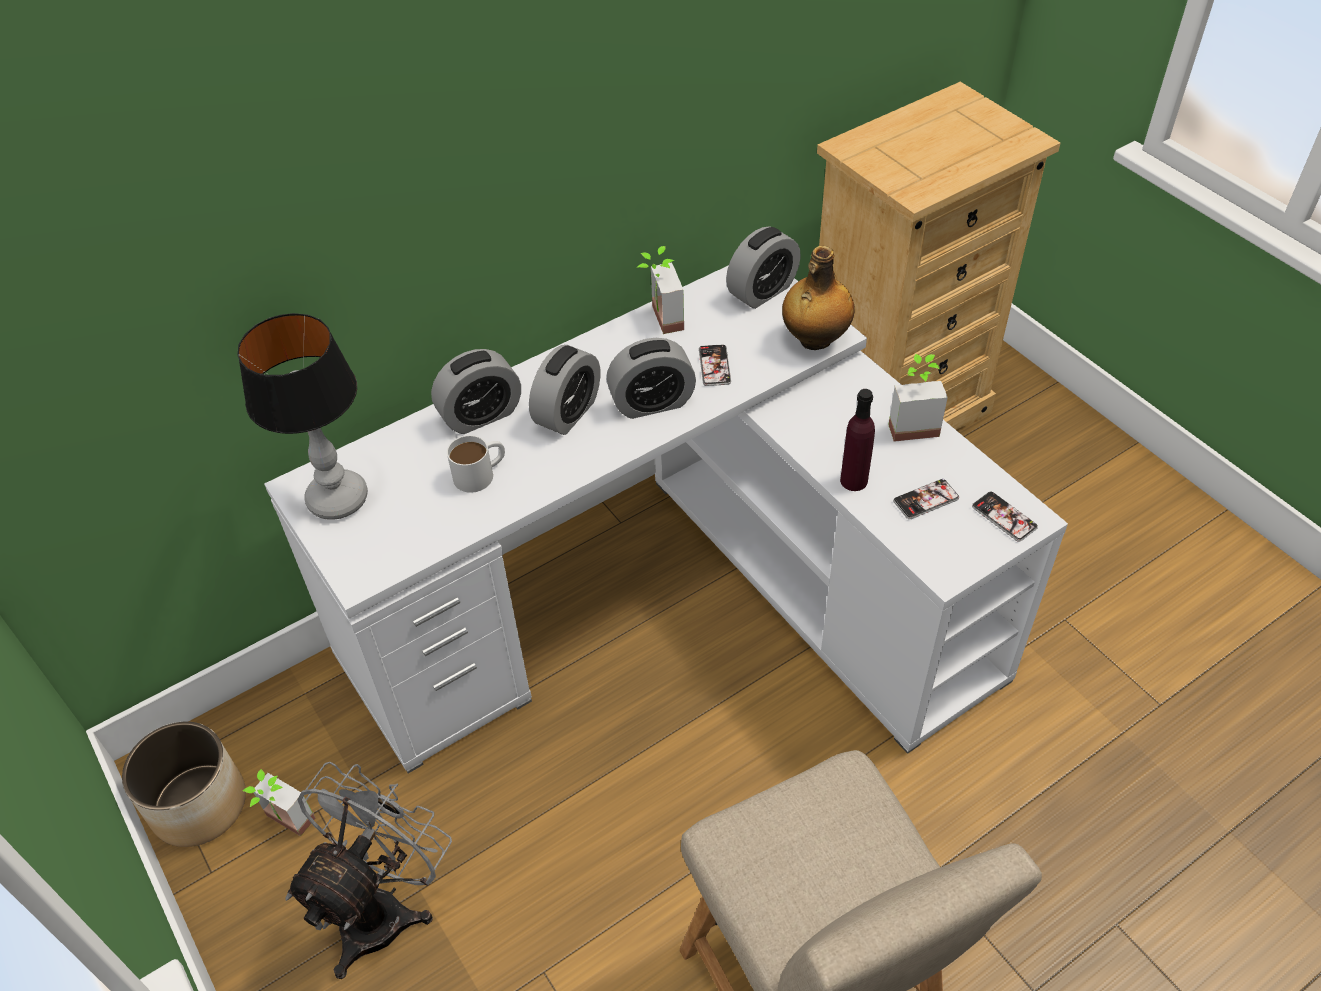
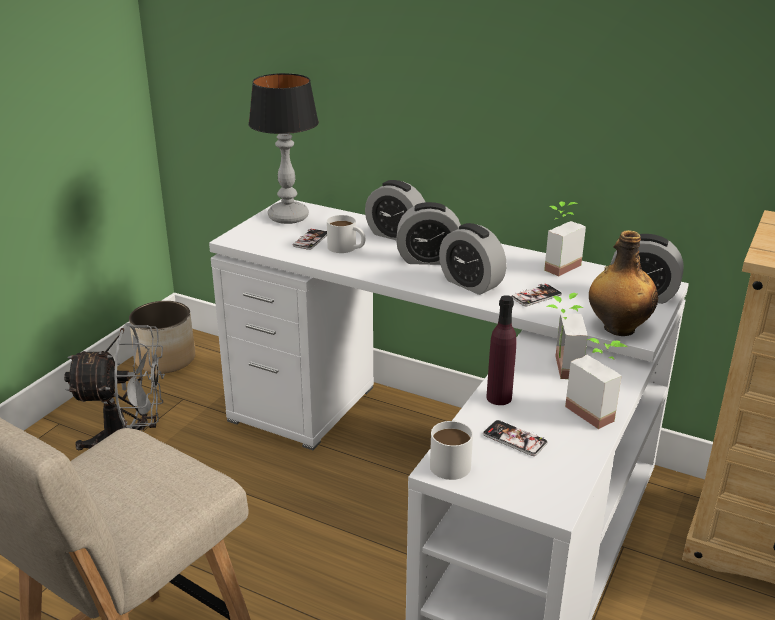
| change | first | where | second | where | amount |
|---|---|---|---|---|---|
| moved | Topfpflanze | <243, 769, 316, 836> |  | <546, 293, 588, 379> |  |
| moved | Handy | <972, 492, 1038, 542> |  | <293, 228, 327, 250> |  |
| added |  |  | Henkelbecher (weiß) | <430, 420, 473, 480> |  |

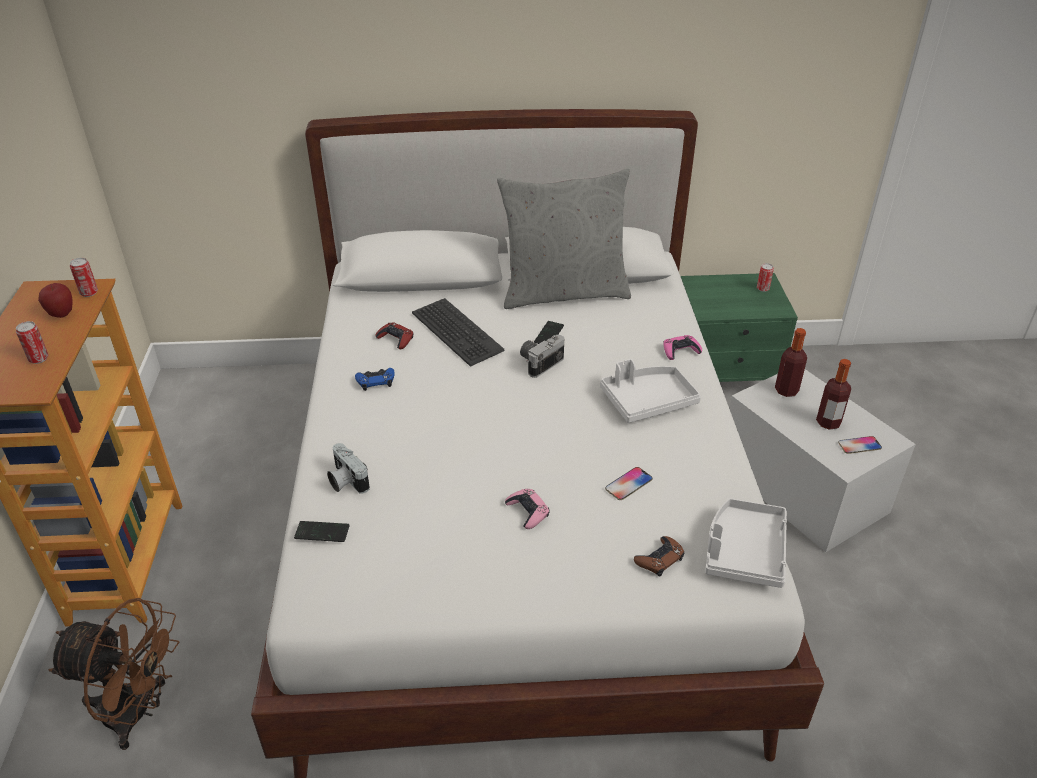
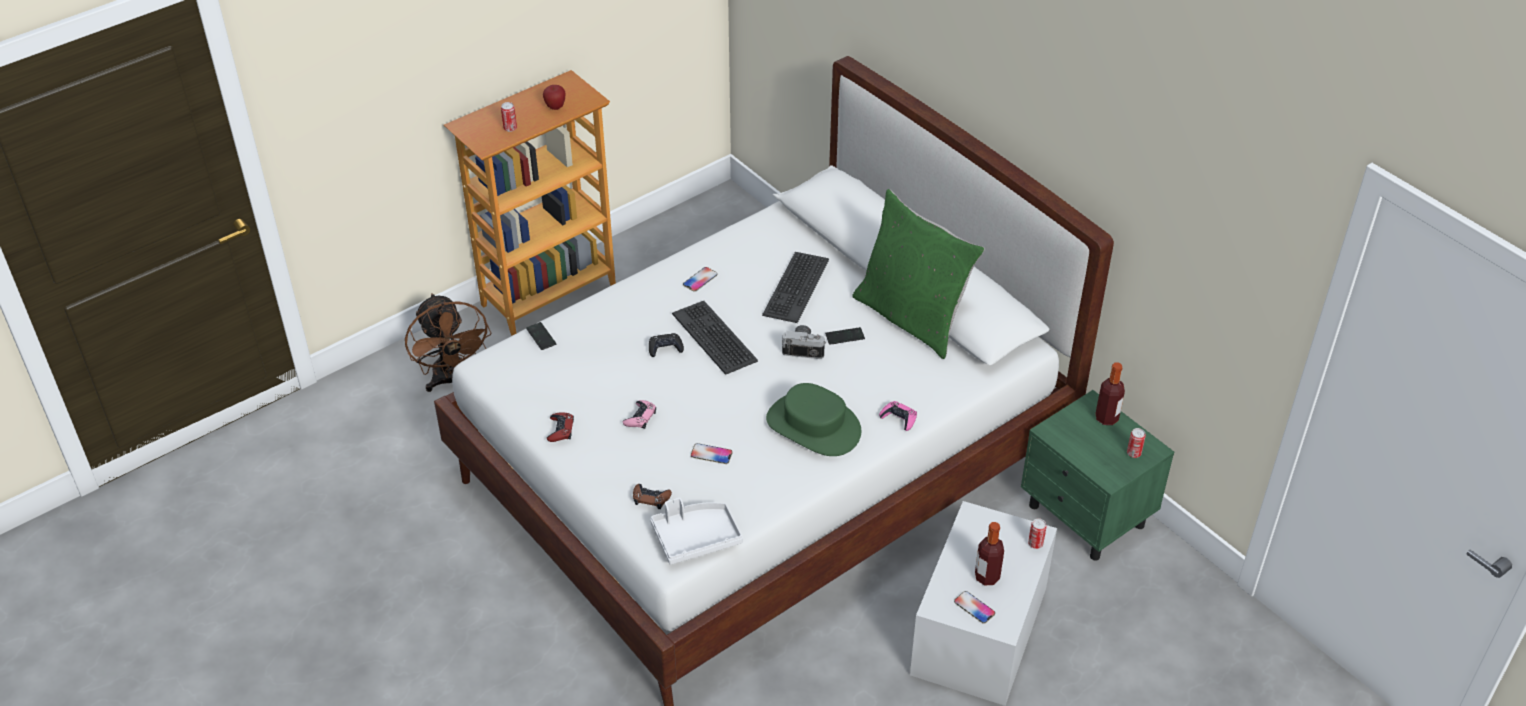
| change | first | where | second | where | amount |
|---|---|---|---|---|---|
| moved | Dose | <70, 258, 98, 297> |  | <1028, 518, 1047, 549> |  |
| removed | Kamera | <327, 443, 370, 494> |  |  |  |
| replaced | Gamepad (blau) | <355, 368, 395, 391> | Handy | <683, 267, 717, 292> |  |
| moved | Gamepad (rot) | <375, 322, 413, 349> |  | <547, 412, 574, 442> |  |
| recoloured | Kissen (grau) | <497, 168, 631, 309> | Kissen (grün) | <852, 189, 985, 359> |  |
| replaced | Tablett (weiß) | <600, 359, 701, 423> | Hut (grün) | <766, 383, 861, 456> |  |
| moved | Flasche | <775, 328, 807, 397> |  | <1096, 362, 1125, 425> |  |
| added |  |  | Gamepad (schwarz) | <649, 333, 684, 357> |  |
| added |  |  | Tastatur | <672, 301, 758, 375> |  |

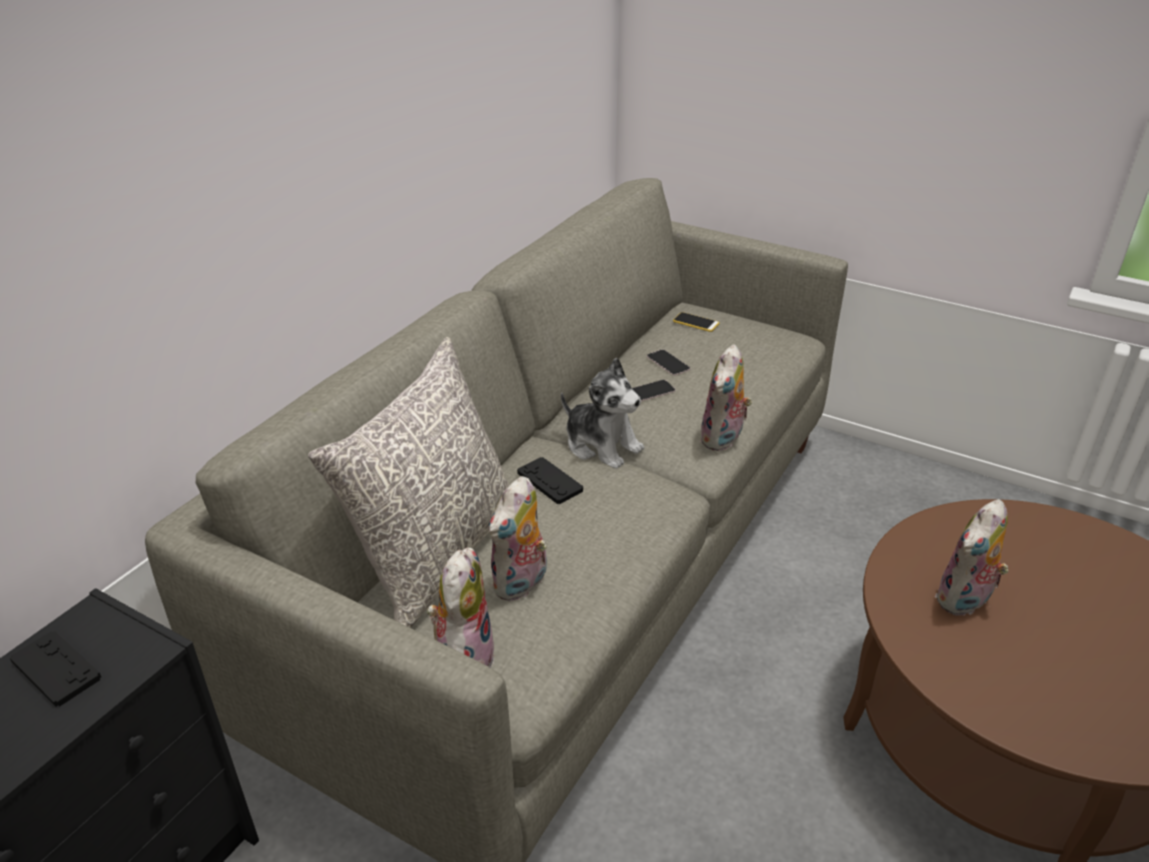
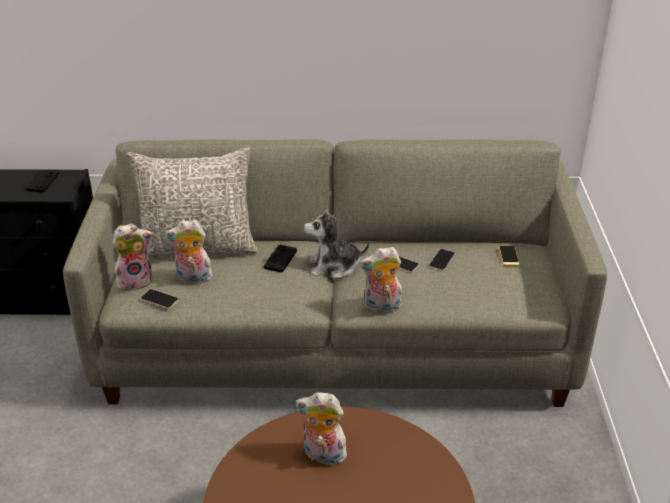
| change | first | where | second | where | amount |
|---|---|---|---|---|---|
| turned | Plüschtier | <561, 358, 644, 469> |  | <304, 206, 370, 279> | 75 degrees clockwise |
| added |  |  | Handy | <141, 289, 179, 309> |  |

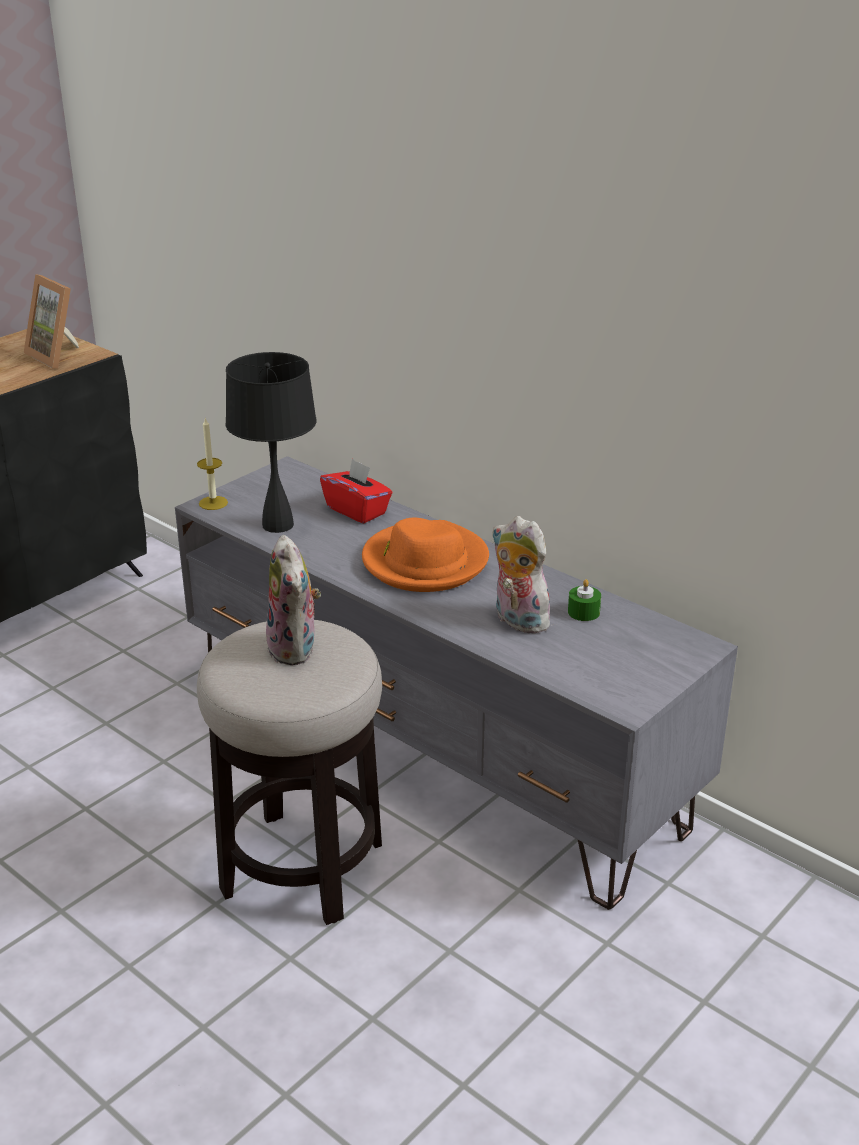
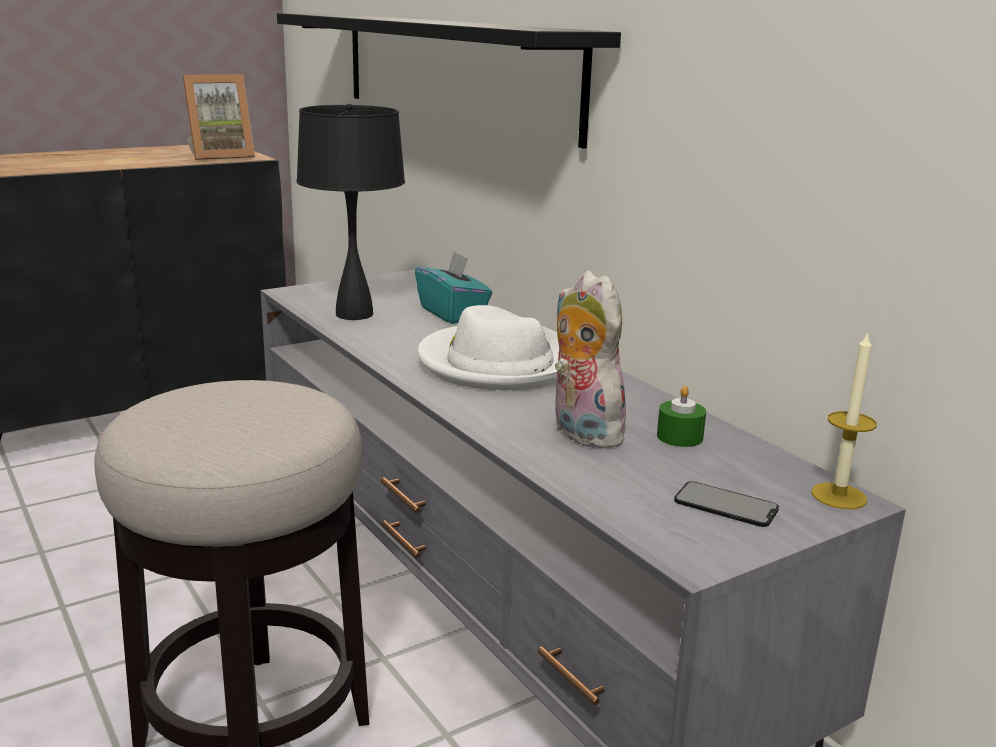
| change | first | where | second | where | amount |
|---|---|---|---|---|---|
| turned | Bilderrahmen | <24, 274, 79, 369> |  | <183, 74, 255, 160> | 90 degrees counterclockwise |
| moved | Kerze | <197, 418, 228, 510> |  | <811, 331, 877, 509> |  |
| removed | Plüschtier | <266, 535, 321, 665> |  |  |  |
| recoloured | Taschentuchbox (rot) | <320, 459, 393, 523> | Taschentuchbox (türkis) | <415, 251, 492, 324> |  |
| recoloured | Hut (orange) | <362, 517, 489, 592> | Hut (weiß) | <417, 305, 559, 391> |  |
| added |  |  | Wandregal (schwarz) | <277, 13, 621, 149> |  |
| added |  |  | Handy | <674, 481, 779, 527> |  |

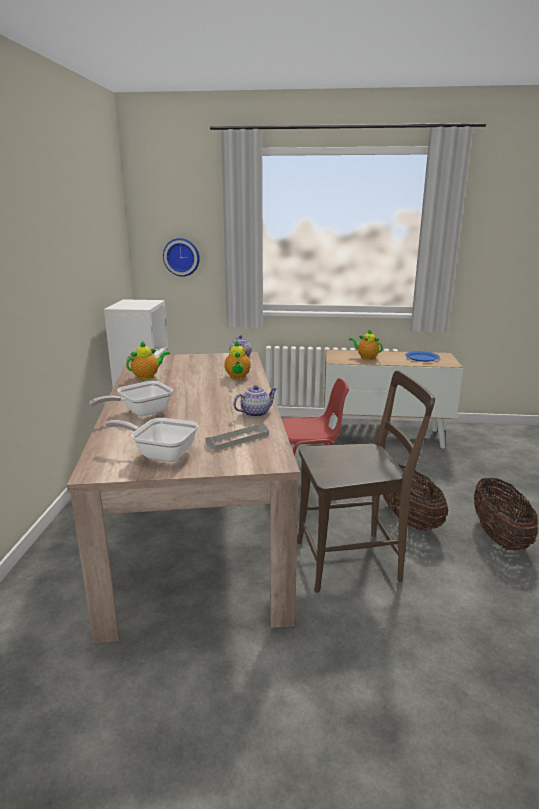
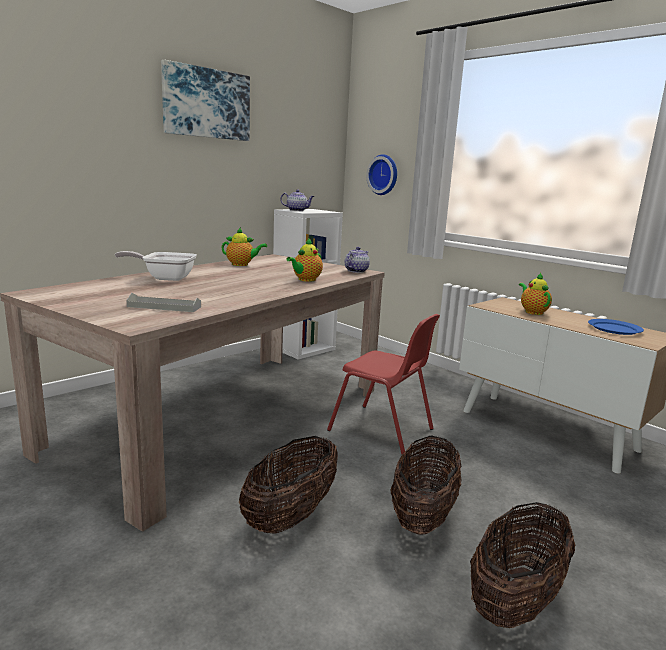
| change | first | where | second | where | amount |
|---|---|---|---|---|---|
| removed | Pfanne | <105, 418, 199, 462> |  |  |  |
| moved | Teekanne | <233, 385, 277, 417> |  | <280, 190, 314, 211> |  |
| replaced | Stuhl (braun) | <297, 370, 435, 593> | Korb | <239, 436, 338, 534> |  |
| added |  |  | Bild | <161, 60, 250, 141> |  |

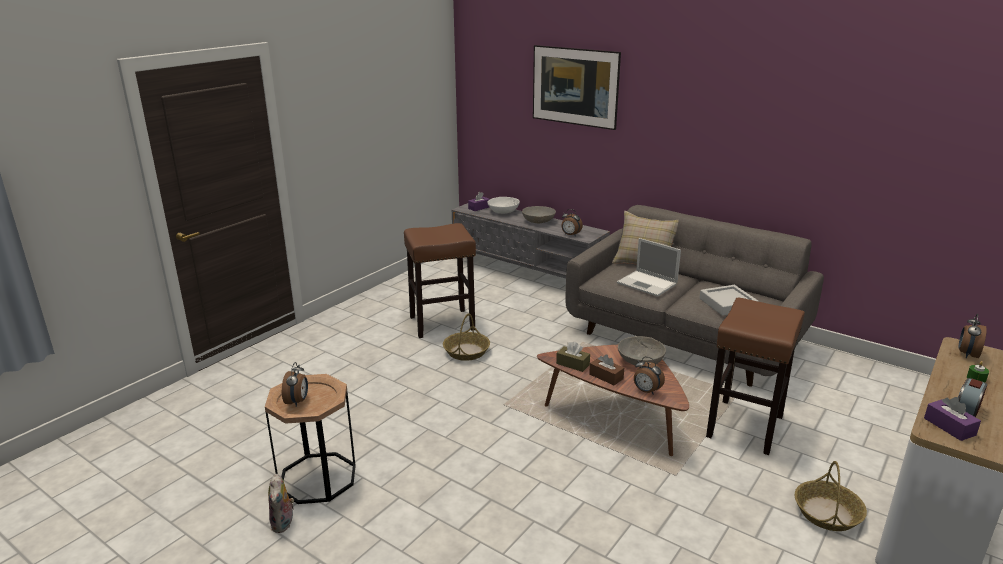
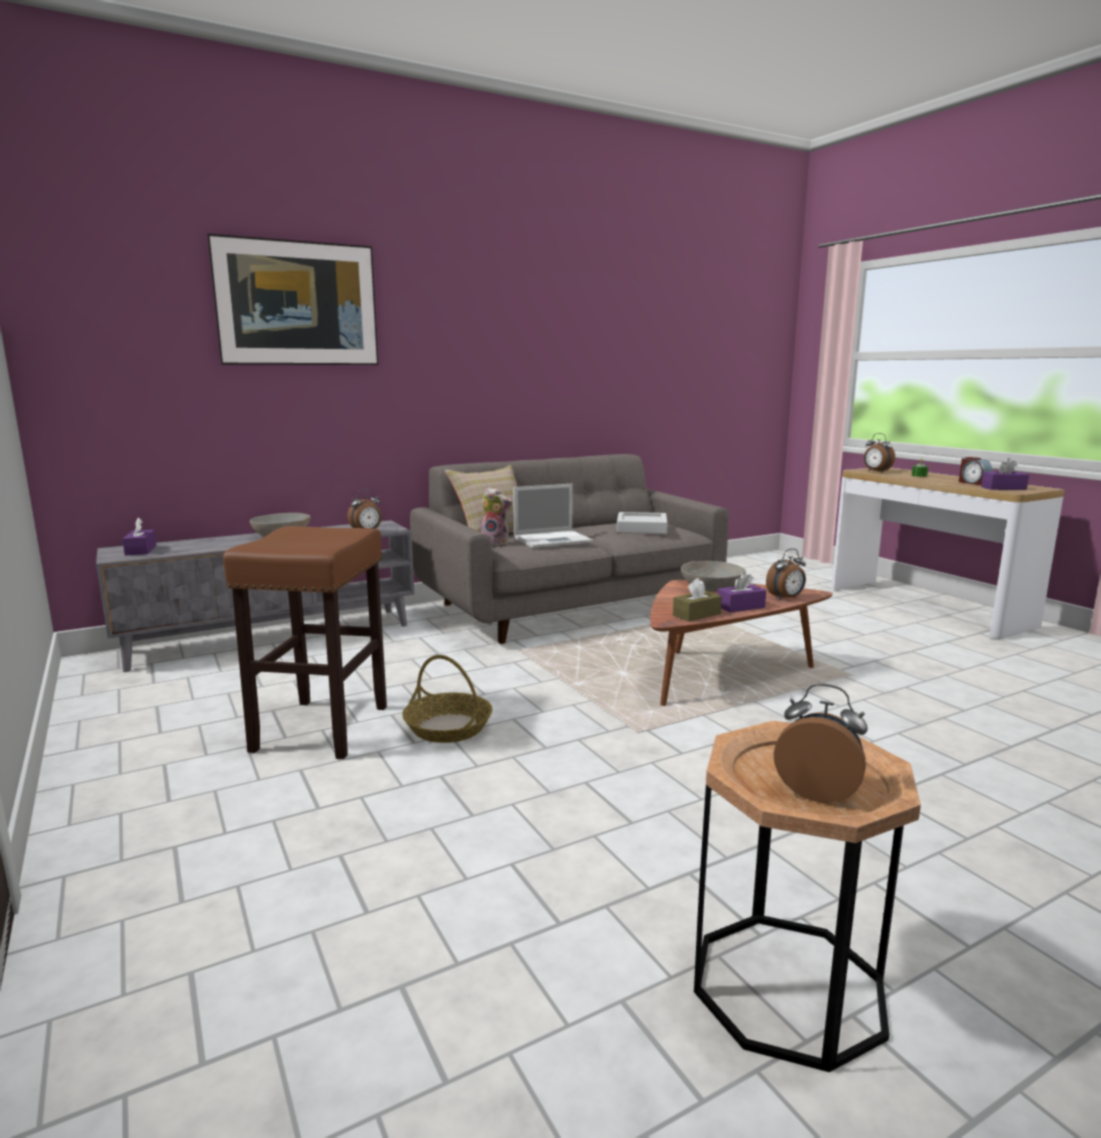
| change | first | where | second | where | amount |
|---|---|---|---|---|---|
| moved | Plüschtier | <268, 474, 294, 533> |  | <480, 487, 512, 547> |  |
| removed | Schüssel (weiß) | <487, 197, 520, 214> |  |  |  |
| recoloured | Taschentuchbox (braun) | <589, 354, 624, 385> | Taschentuchbox (lila) | <717, 572, 766, 613> |  |
| removed | Hocker (braun) | <706, 298, 805, 455> |  |  |  |
| removed | Korb | <795, 461, 867, 531> |  |  |  |

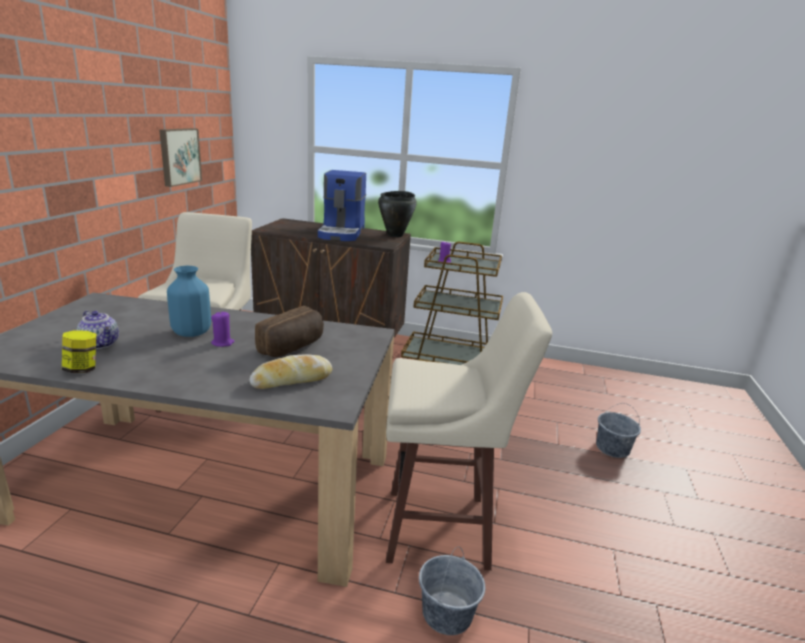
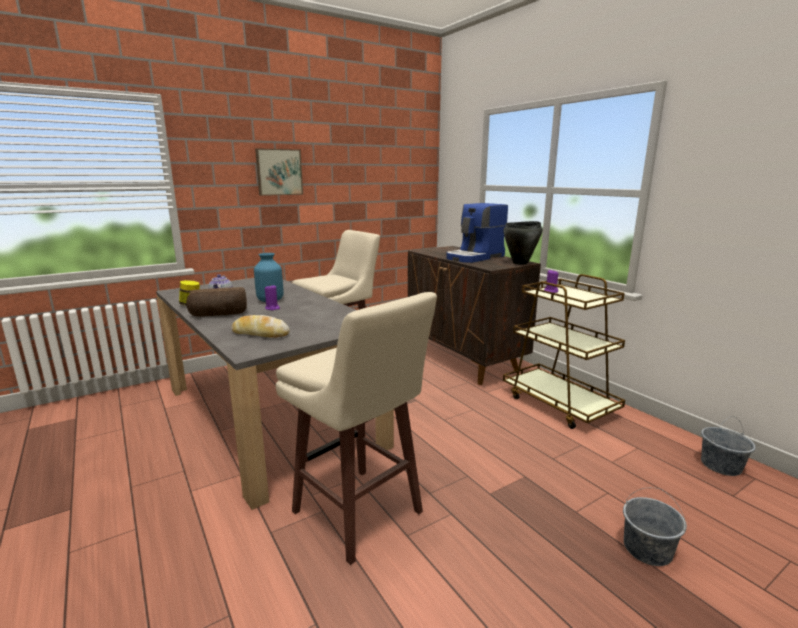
| change | first | where | second | where | amount |
|---|---|---|---|---|---|
| moved | Bild | <159, 128, 202, 187> |  | <255, 148, 303, 196> |  |
| moved | Brot | <255, 306, 324, 357> |  | <186, 287, 247, 317> |  |
| moved | Eimer (grau) | <419, 546, 486, 635> |  | <701, 416, 756, 476> |  |

